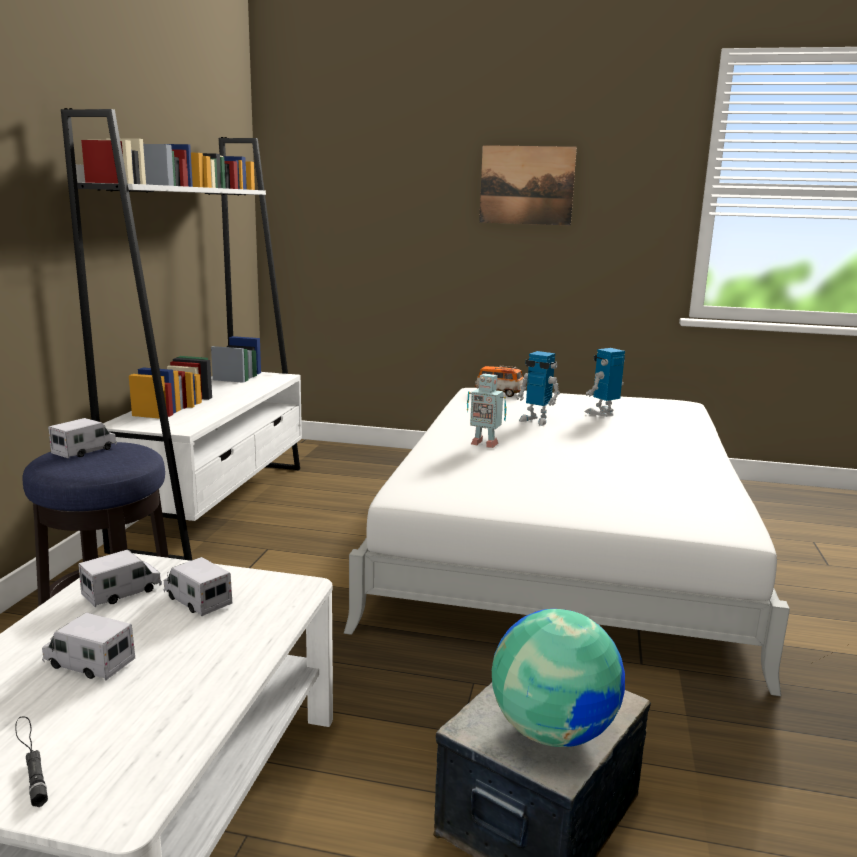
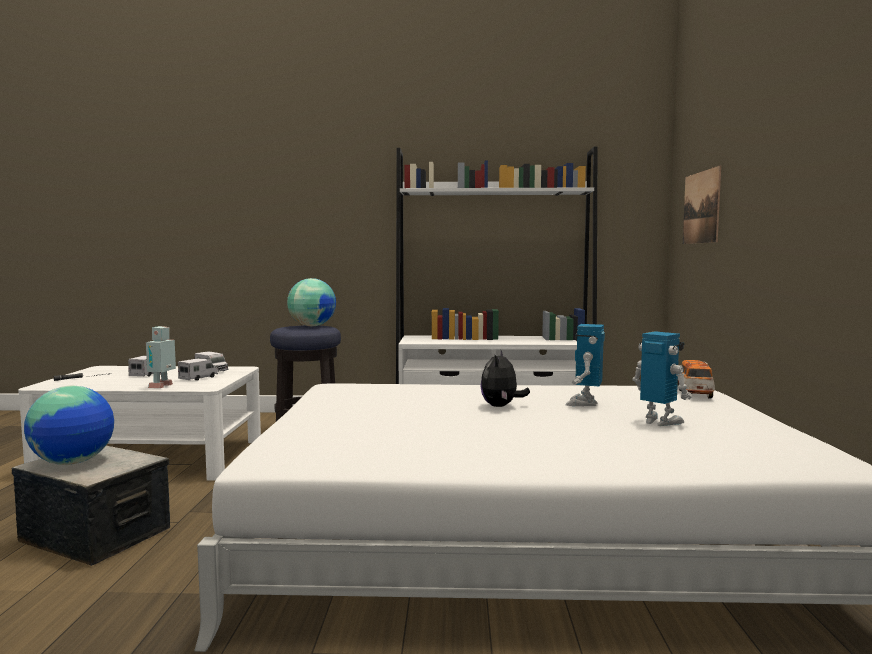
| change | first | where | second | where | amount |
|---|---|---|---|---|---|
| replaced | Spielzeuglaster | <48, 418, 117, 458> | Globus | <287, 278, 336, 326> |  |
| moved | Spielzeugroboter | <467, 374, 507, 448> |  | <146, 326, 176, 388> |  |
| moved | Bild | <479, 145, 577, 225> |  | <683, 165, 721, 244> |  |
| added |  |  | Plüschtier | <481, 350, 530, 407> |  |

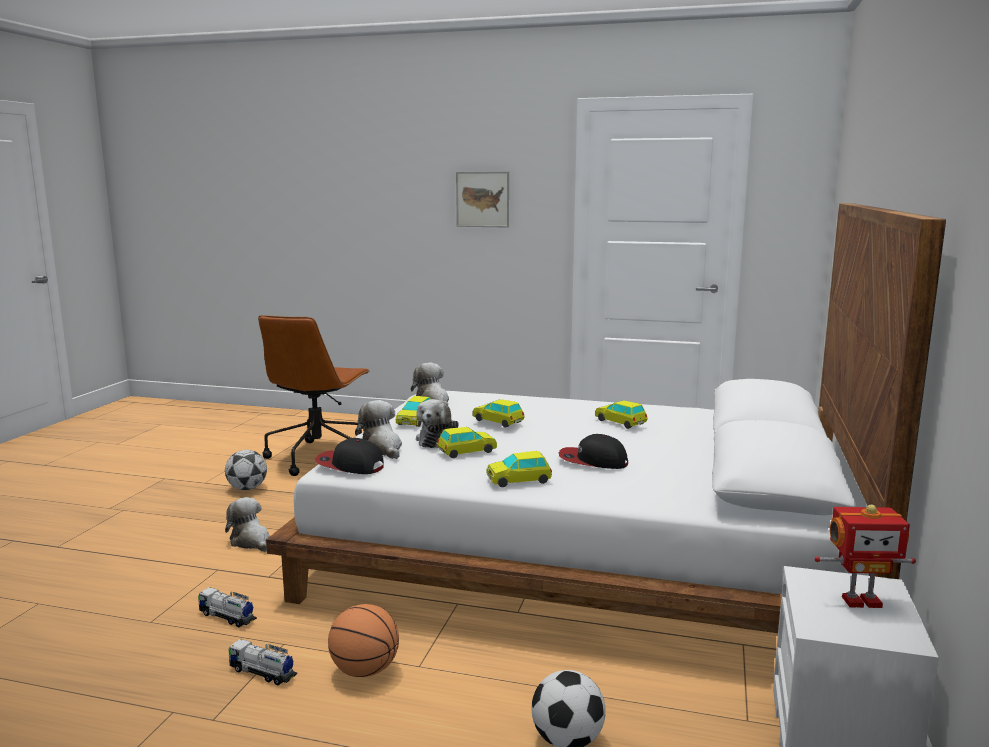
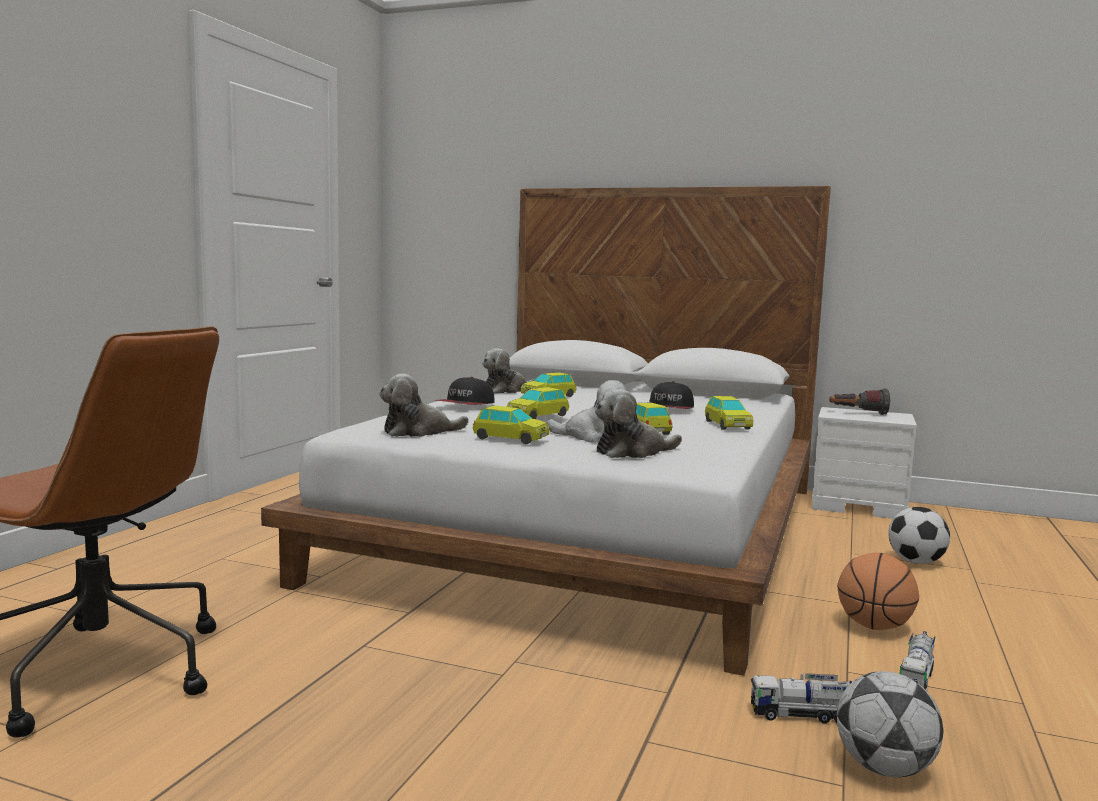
| change | first | where | second | where | amount |
|---|---|---|---|---|---|
| turned | Spielzeuglaster | <198, 587, 257, 627> |  | <751, 673, 852, 724> | 60 degrees clockwise |
| moved | Fußball | <225, 450, 267, 490> |  | <837, 671, 944, 777> |  |
| moved | Plüschtier | <225, 497, 269, 552> |  | <482, 348, 535, 394> |  |
| moved | Kappe | <315, 438, 384, 474> |  | <435, 377, 495, 405> |  |
| removed | Bild | <456, 171, 509, 228> |  |  |  |
| replaced | Spielzeugroboter | <814, 505, 916, 608> | Taschenlampe | <829, 388, 890, 415> |  |

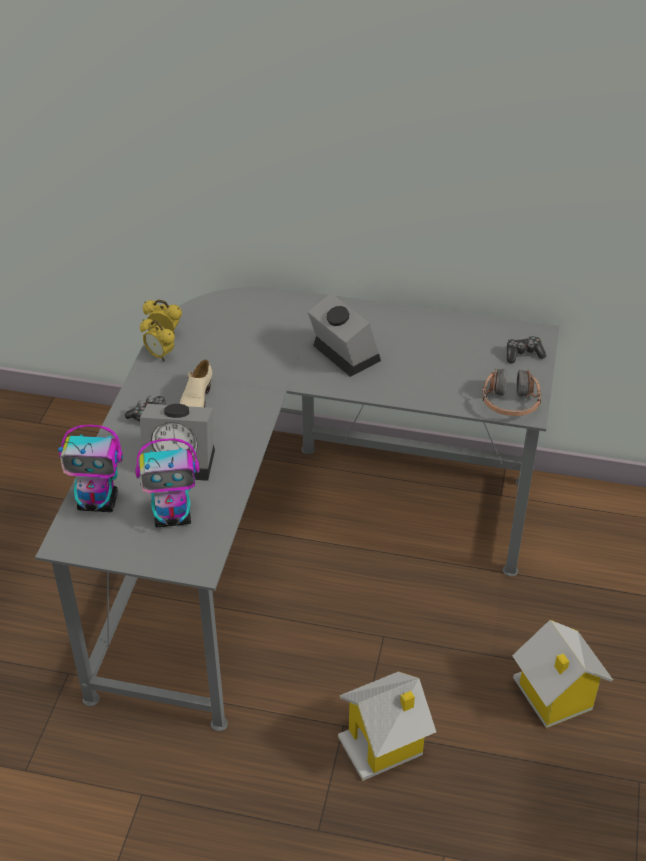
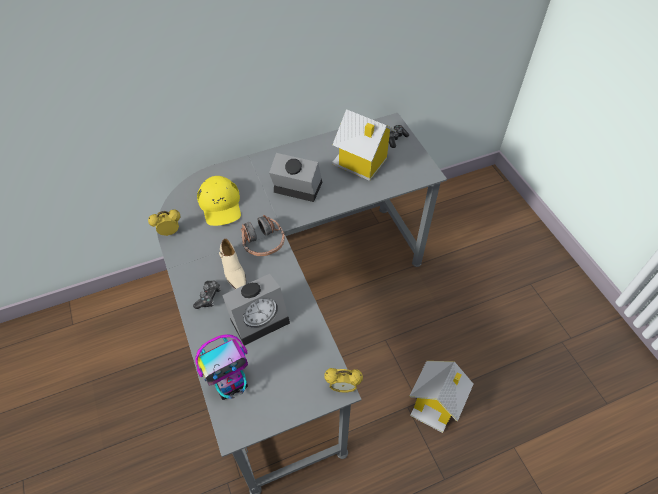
| change | first | where | second | where | amount |
|---|---|---|---|---|---|
| removed | Spielzeugroboter | <135, 438, 200, 527> |  |  |  |
| moved | Wecker | <140, 319, 175, 361> |  | <324, 368, 363, 393> |  |
| moved | Kopfhörer | <482, 368, 542, 416> |  | <241, 215, 285, 256> |  |
| moved | Spielzeughaus | <512, 620, 613, 728> |  | <332, 109, 396, 181> |  |
| added |  |  | Kappe (gelb) | <197, 176, 241, 226> |  |

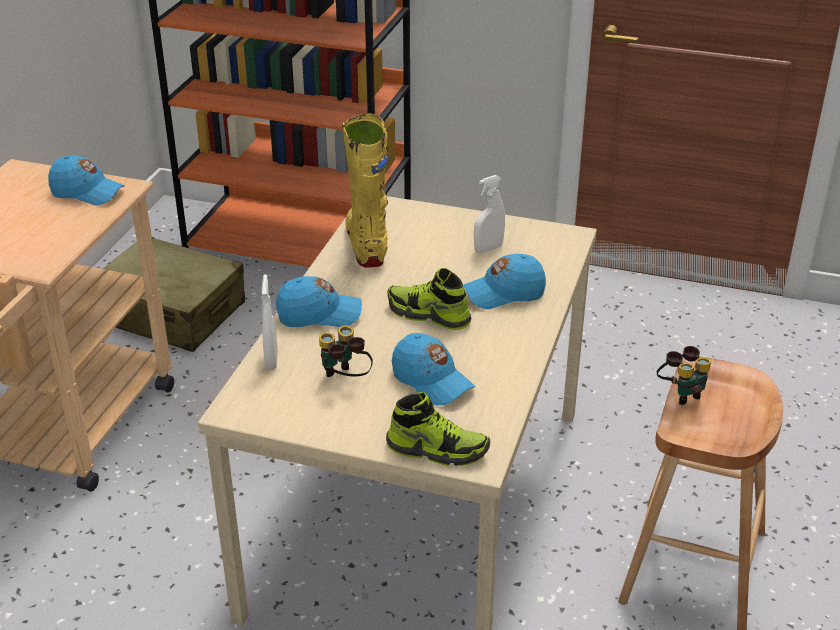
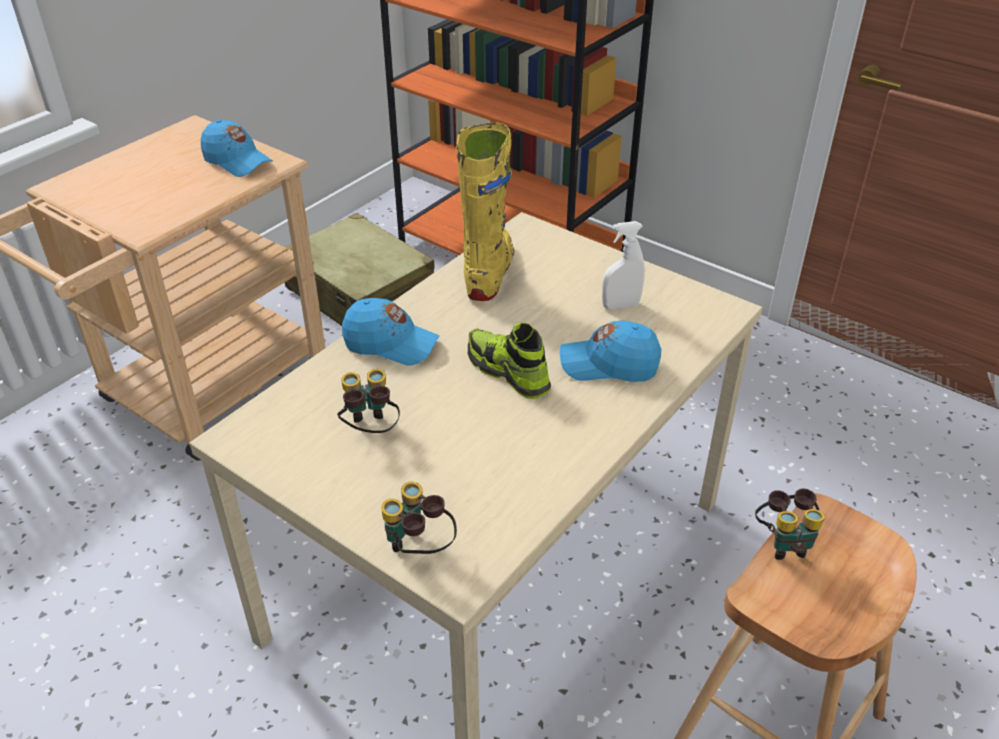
| change | first | where | second | where | amount |
|---|---|---|---|---|---|
| removed | Sprühflasche (weiß) | <261, 274, 278, 370> |  |  |  |
| replaced | Schuh | <386, 392, 490, 466> | Fernglas | <381, 482, 457, 554> |  |
| removed | Kappe (blau) | <392, 333, 475, 405> |  |  |  |

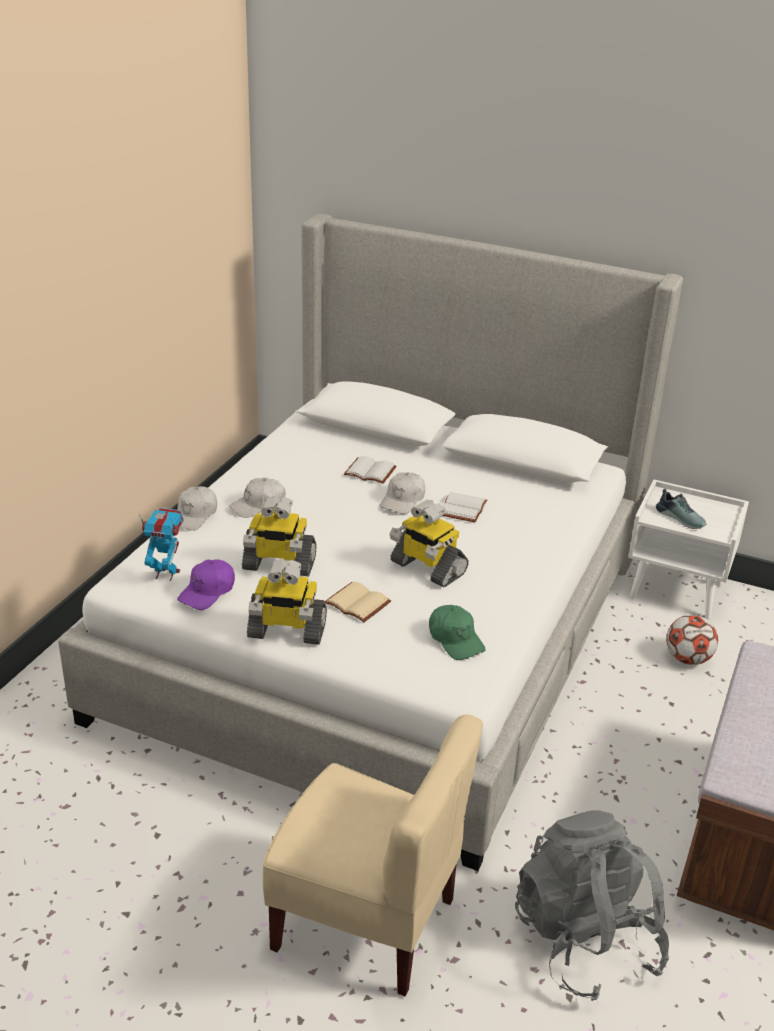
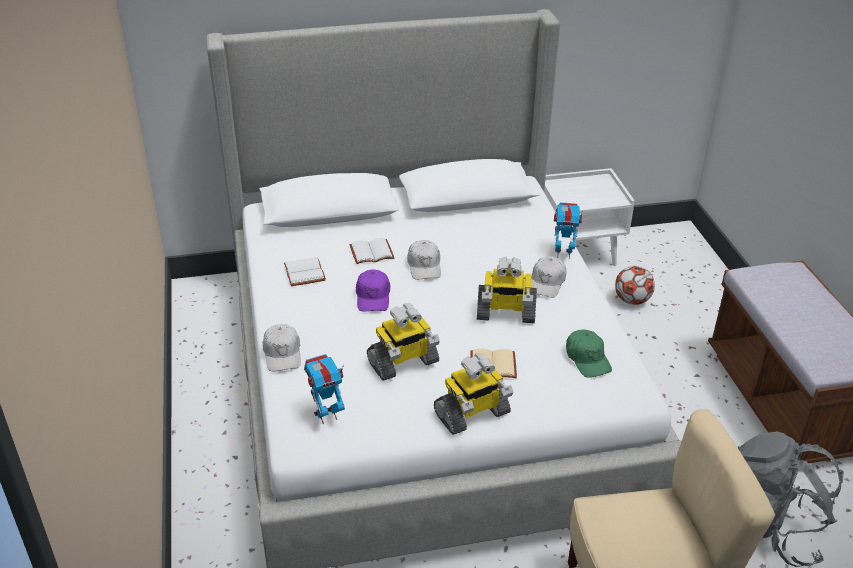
| change | first | where | second | where | amount |
|---|---|---|---|---|---|
| moved | Kappe (lila) | <177, 560, 235, 610> |  | <356, 269, 390, 311> |  |
| moved | Kappe (weiß) | <229, 477, 285, 518> |  | <531, 256, 566, 298> |  |
| turned | Kappe (grün) | <429, 605, 486, 660> |  | <566, 330, 612, 378> | 45 degrees clockwise |
| moved | Buch (weiß) | <442, 492, 487, 523> |  | <284, 257, 326, 286> |  |
| removed | Schuh | <656, 489, 706, 529> |  |  |  |
| added |  |  | Spielzeugroboter | <554, 202, 582, 259> |  |

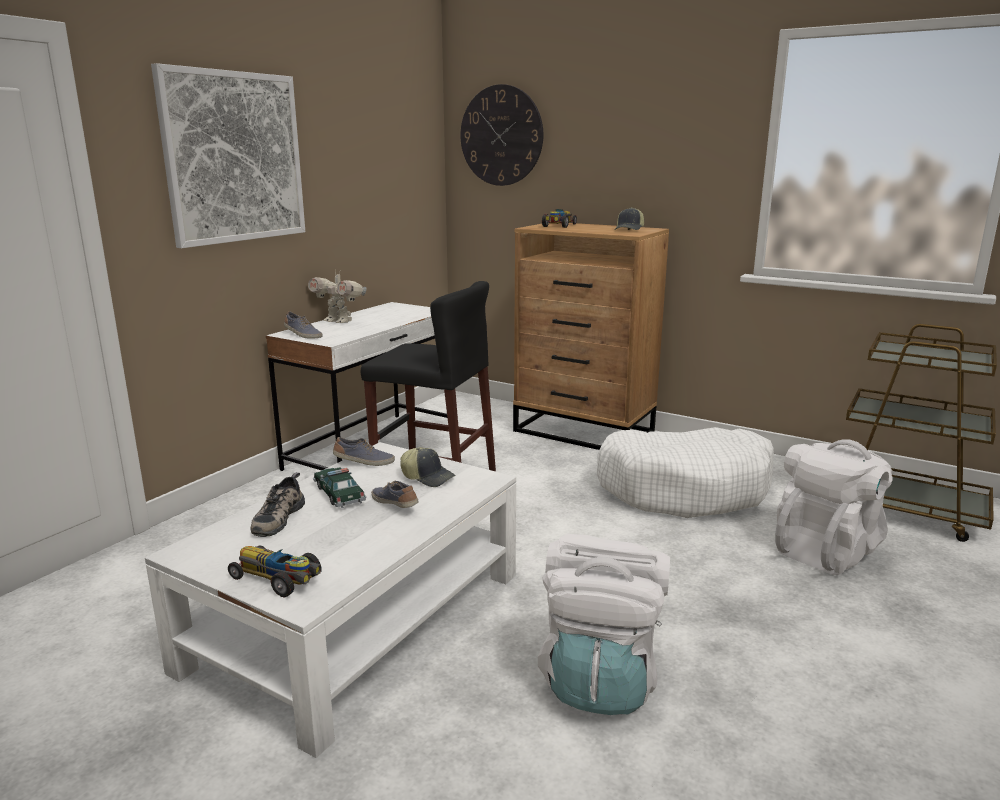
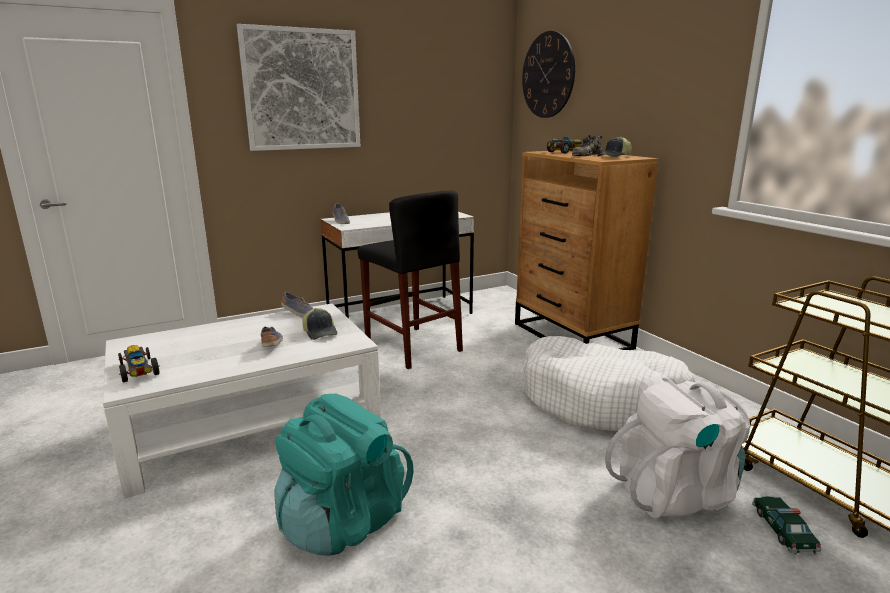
| change | first | where | second | where | amount |
|---|---|---|---|---|---|
| moved | Schuh | <250, 472, 305, 537> |  | <572, 135, 602, 156> |  |
| removed | Spielzeugroboter | <308, 272, 367, 323> |  |  |  |
| moved | Spielzeugauto | <313, 467, 366, 508> |  | <752, 496, 822, 555> |  |
| recoloured | Rucksack (weiß) | <538, 534, 670, 715> | Rucksack (türkis) | <274, 394, 414, 556> |  |

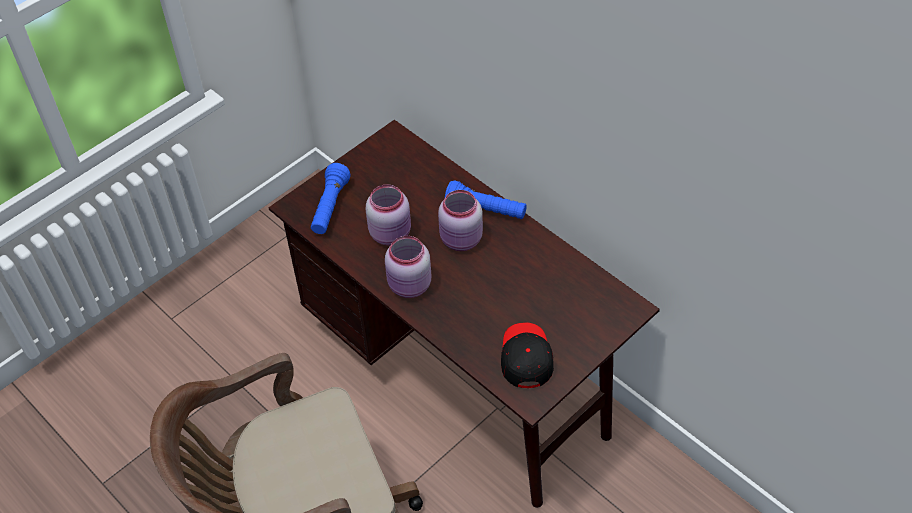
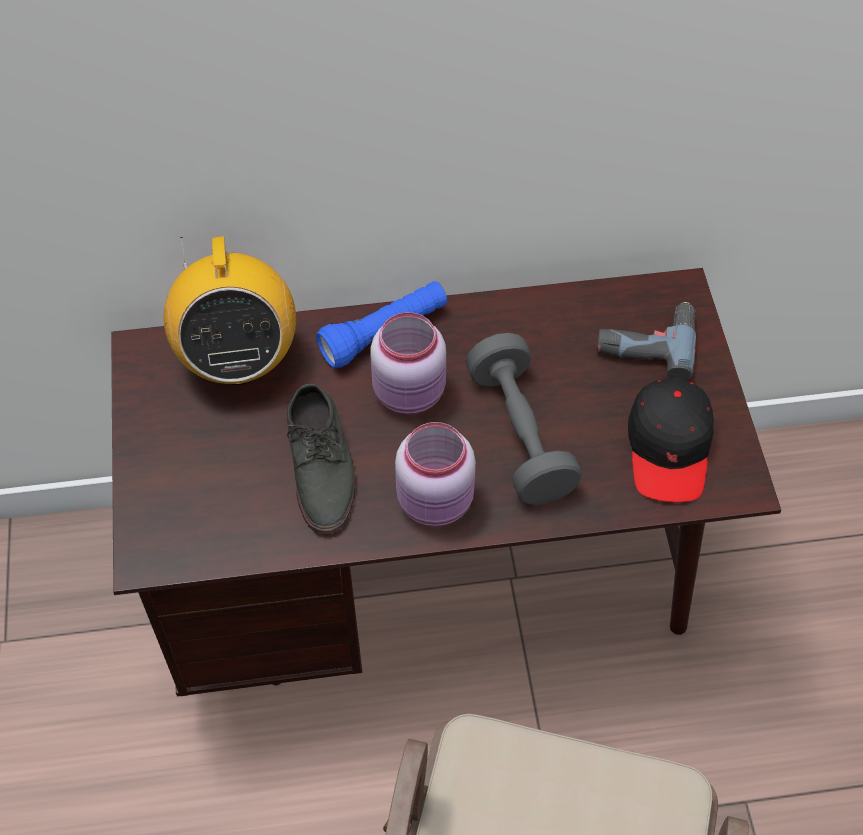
| change | first | where | second | where | amount |
|---|---|---|---|---|---|
| removed | Taschenlampe (blau) | <311, 163, 351, 234> |  |  |  |
| replaced | Vorratsglas (rosa) | <366, 184, 411, 246> | Schuh (grau) | <287, 383, 356, 534> |  |
| turned | Kappe (schwarz) | <501, 323, 554, 388> |  | <628, 377, 714, 502> | 120 degrees counterclockwise |
| added |  |  | Radio | <164, 236, 296, 385> |  |
| added |  |  | Hantel (grau) | <465, 333, 582, 505> |  |
| added |  |  | Bohrmaschine | <596, 302, 696, 380> |  |

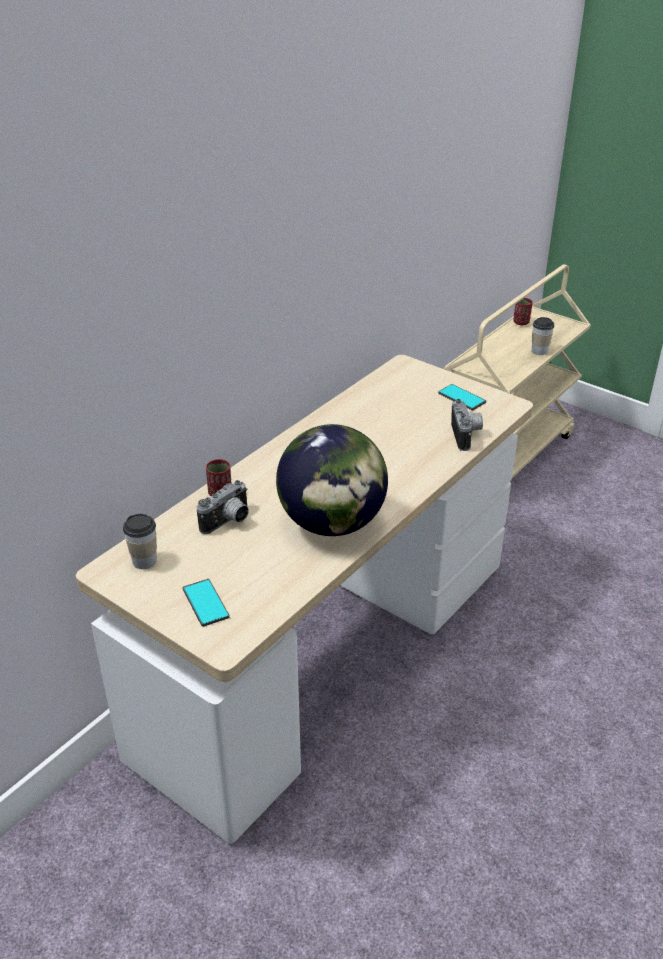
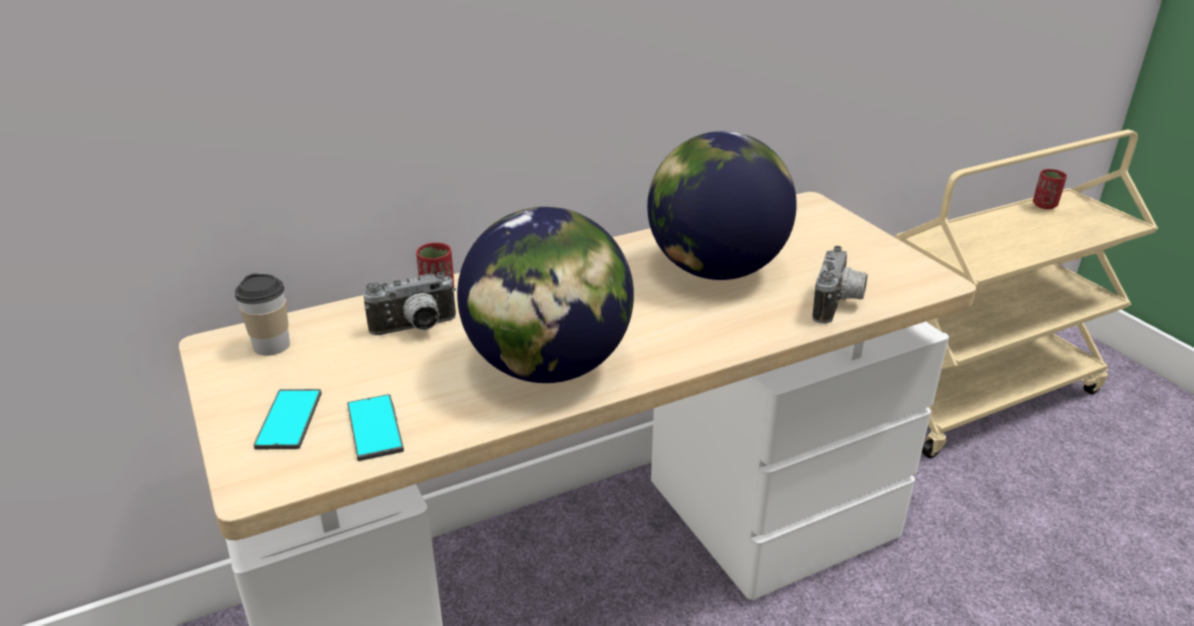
| change | first | where | second | where | amount |
|---|---|---|---|---|---|
| moved | Handy | <438, 384, 486, 411> |  | <347, 394, 404, 461> |  |
| removed | Tasse | <532, 317, 554, 355> |  |  |  |
| added |  |  | Globus | <647, 131, 797, 280> |  |

